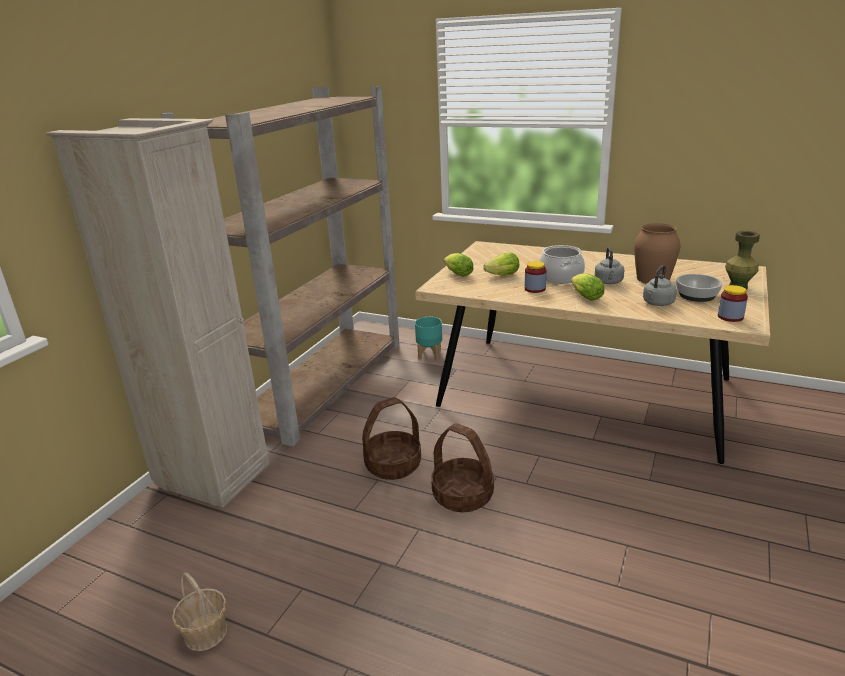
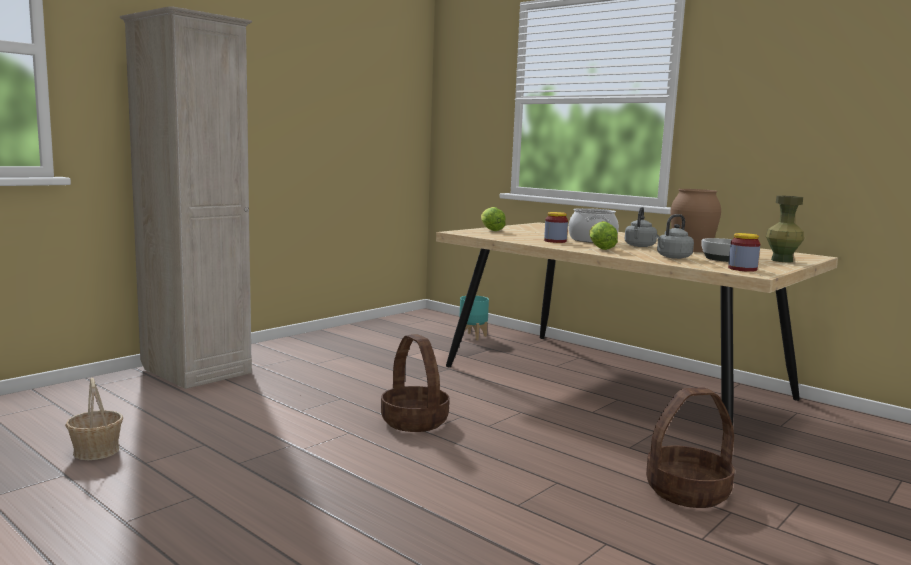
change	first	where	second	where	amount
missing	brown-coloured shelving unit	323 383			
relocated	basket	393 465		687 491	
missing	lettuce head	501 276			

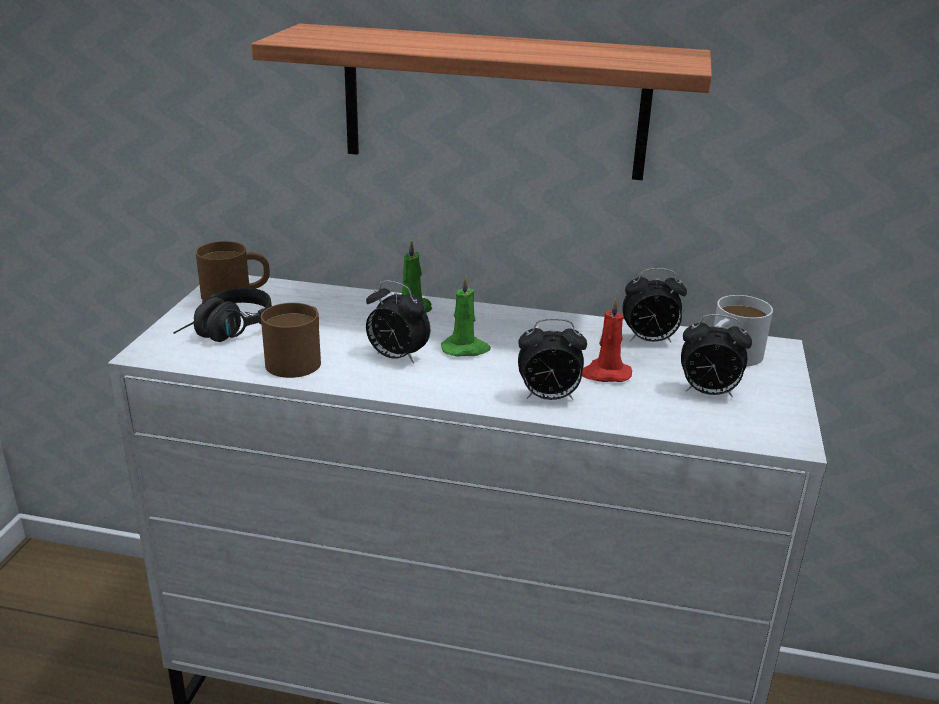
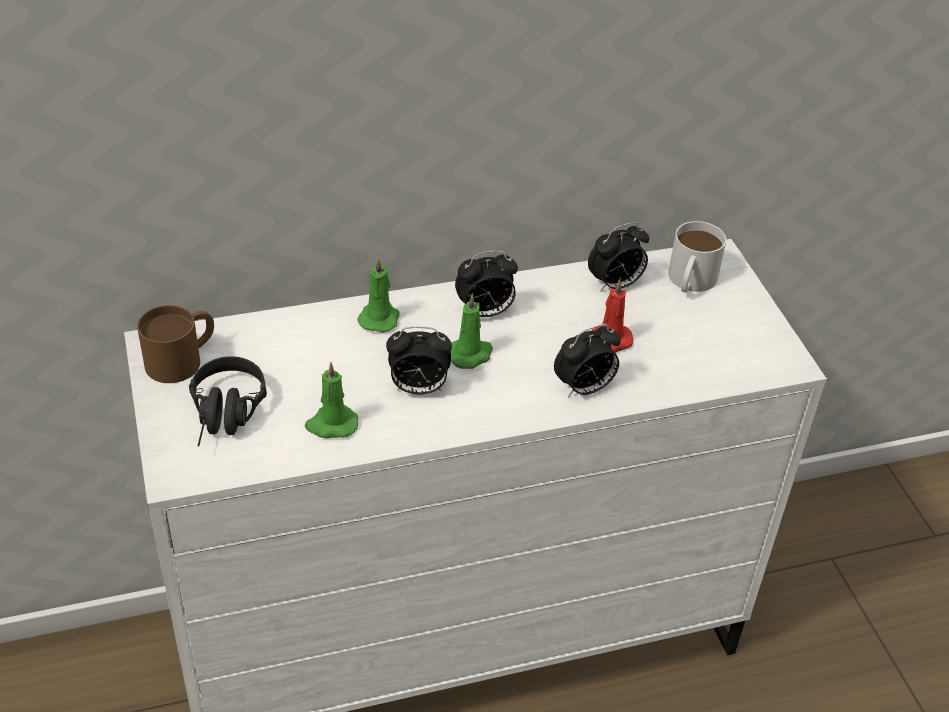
change	first	where	second	where	amount
missing	bracket shelf	494 102			
exchanged	brown-coloured tea mug	299 358	green wax light	331 425	
relocated	alarm clock	707 393		484 312	

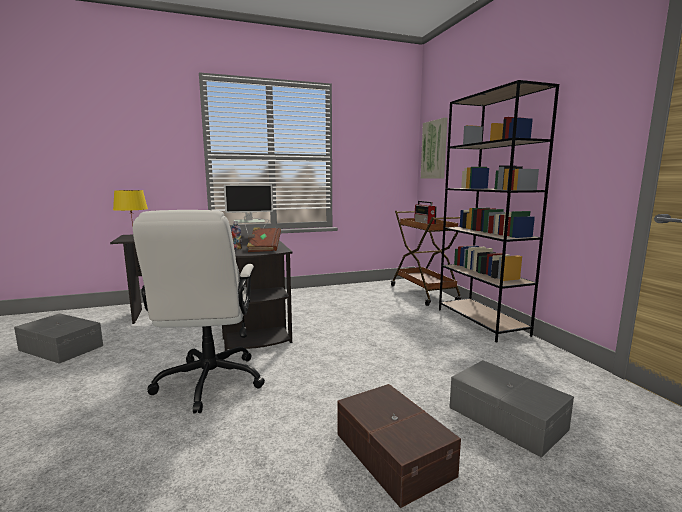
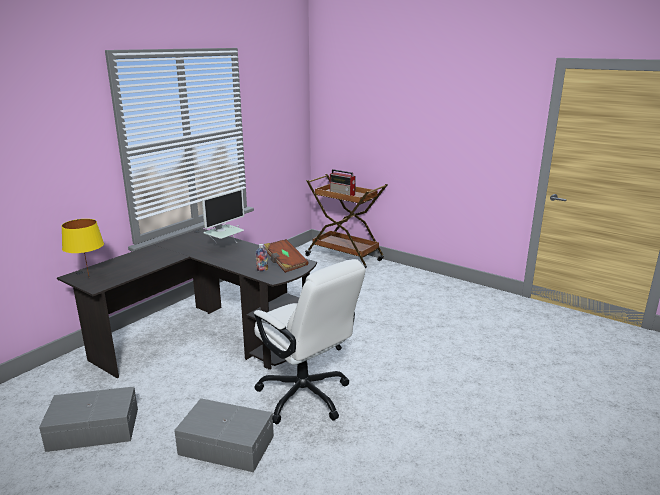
change	first	where	second	where	amount
missing	brown-coloured storage box	394 453			
missing	picture	434 150			
missing	sand-coloured shelving unit	482 322			
relocated	gray storage box	506 417		226 444	

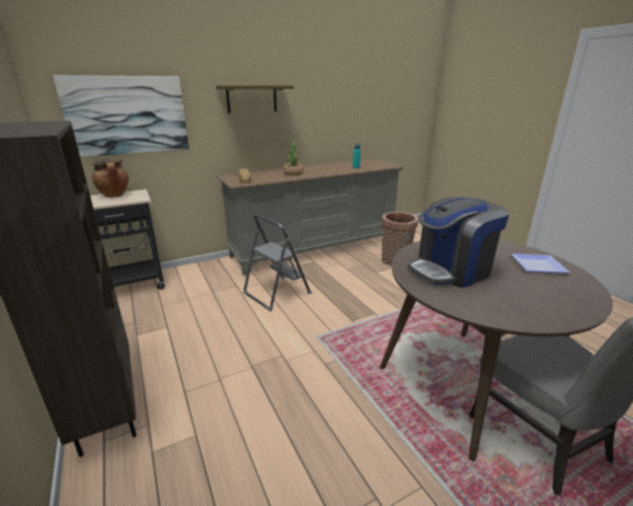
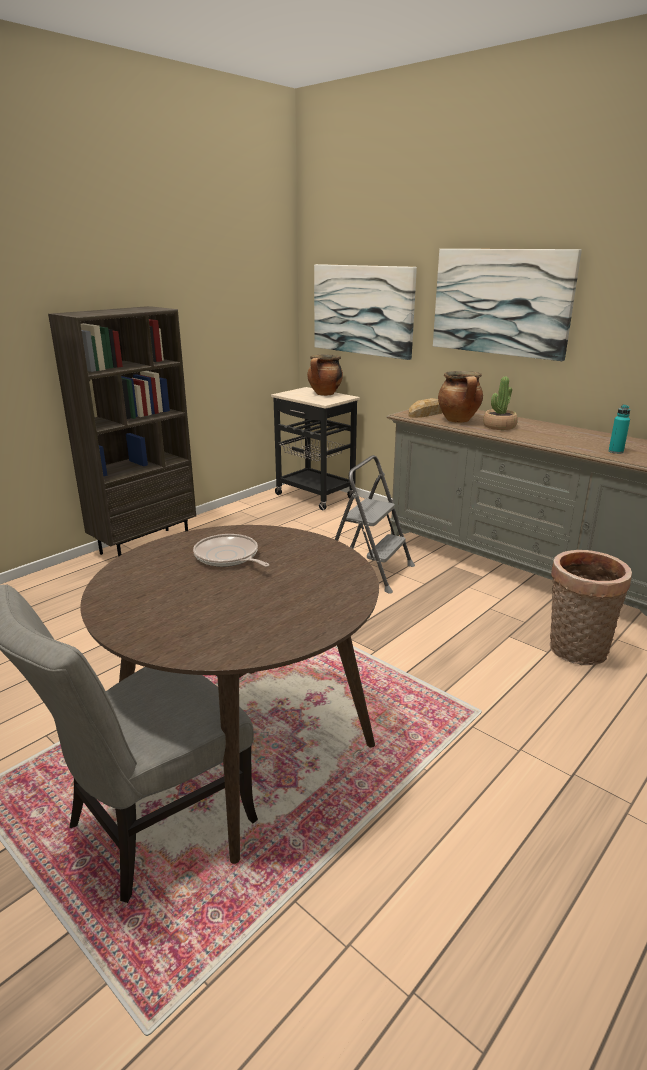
change	first	where	second	where	amount
exchanged	bracket shelf	252 99	picture	501 302	
exchanged	coffee machine	451 270	pan	228 557	
missing	dinner plate	539 265			
appeared			stockpot	459 420	

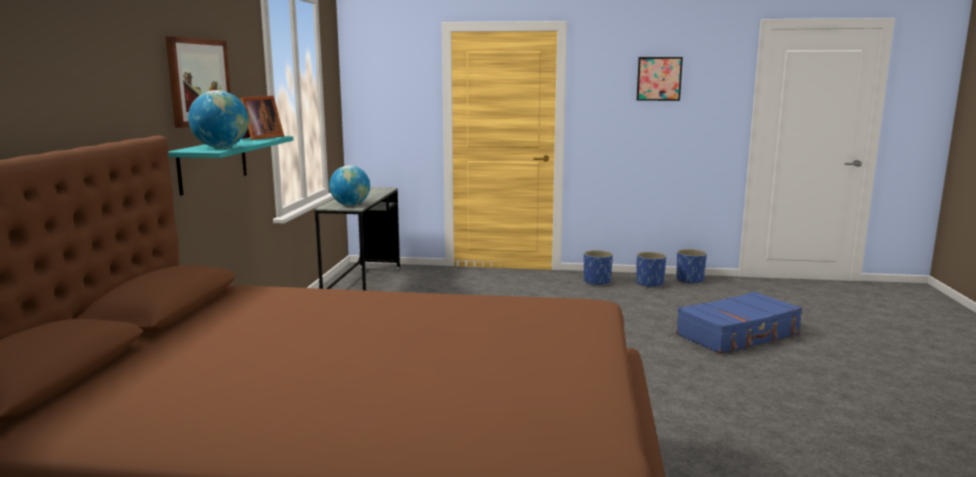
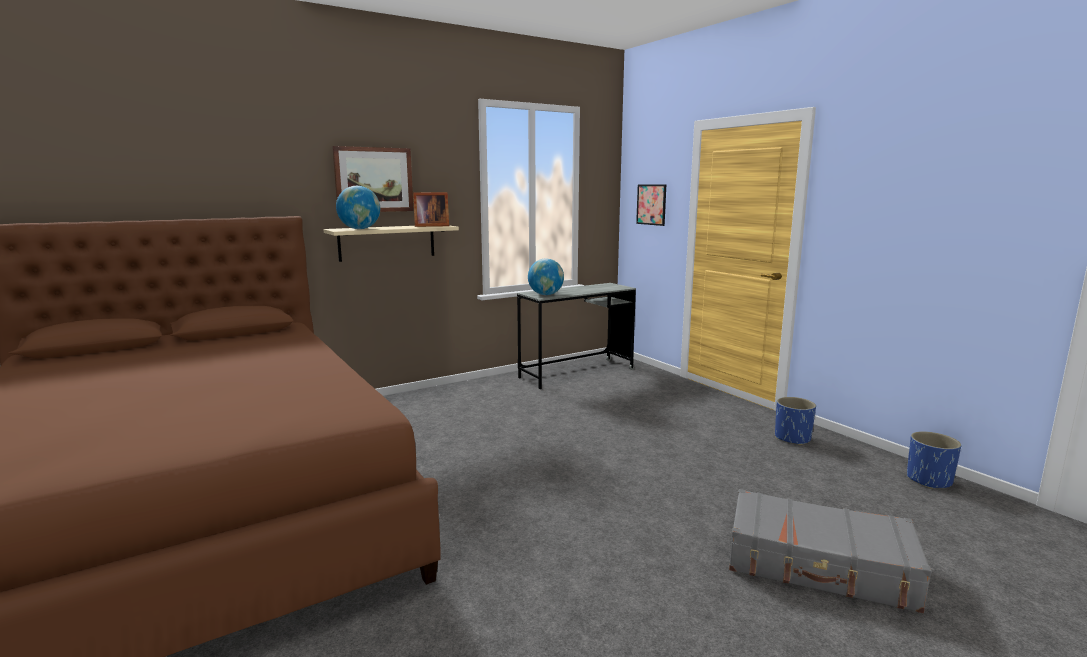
change	first	where	second	where	amount
colour	blue-green bracket shelf	213 163	sand-coloured bracket shelf	387 242	
missing	bluish plant pot	649 284			
relocated	picture	659 78		651 204	
colour	bluish suitcase	738 335	gray suitcase	819 565	

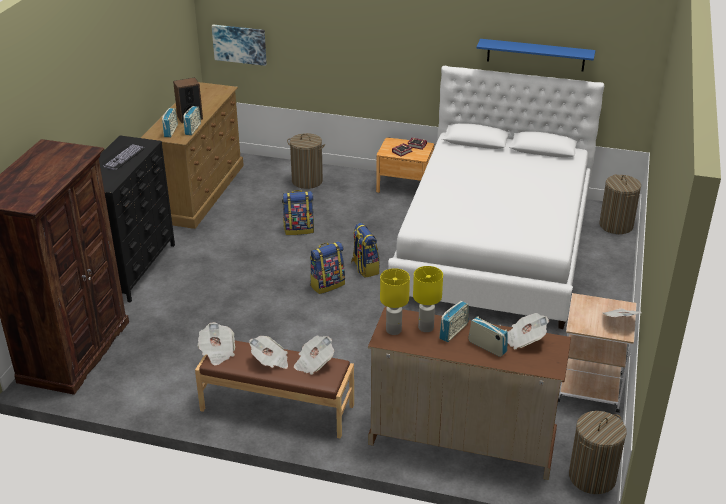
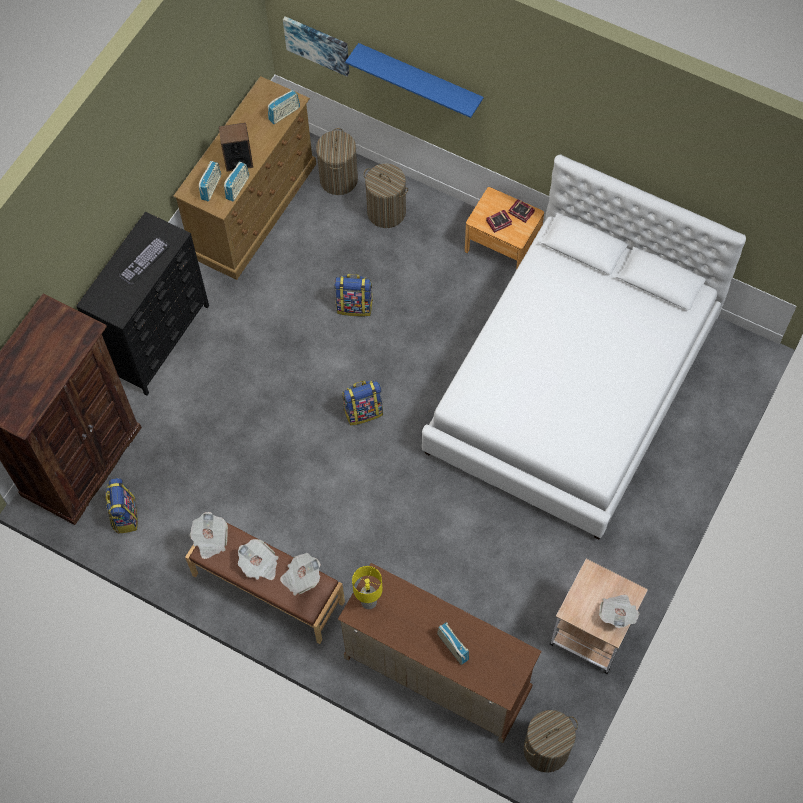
change	first	where	second	where	amount
relocated	knapsack	364 268		124 515	
missing	yellow-coloured lamp for a table	425 328			
relocated	radio	453 331		284 113	
relocated	bluish bracket shelf	535 55		420 78	
missing	printed paper	523 340			
relocated	washing basket	616 225		338 179	

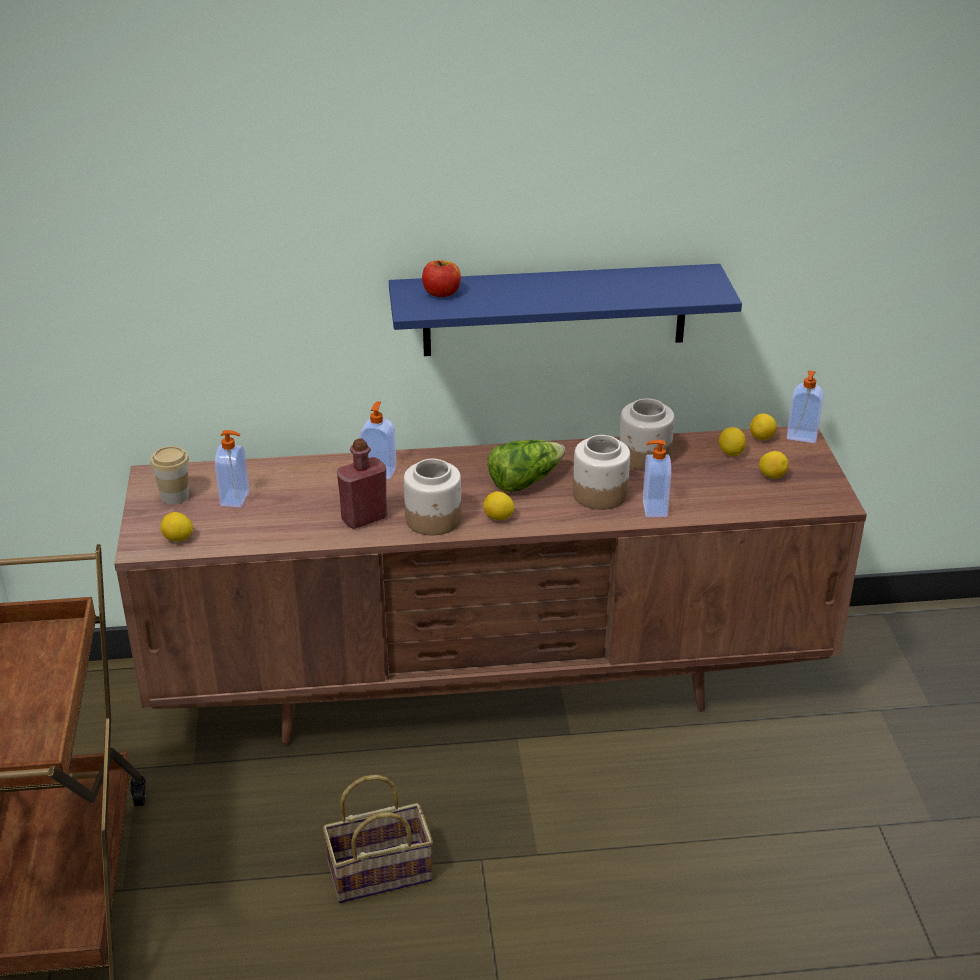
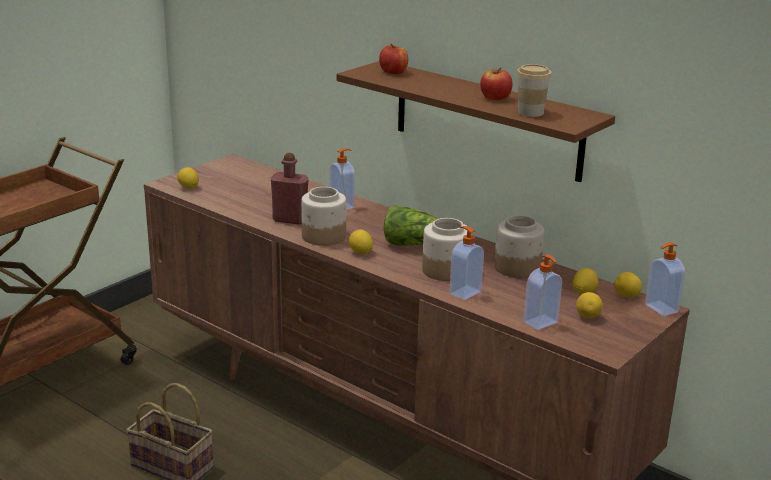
change	first	where	second	where	amount
relocated	drinking cup	175 496		530 112	
relocated	soap dispenser	236 498		541 323	
colour	bluish bracket shelf	555 310	brown-coloured bracket shelf	487 120	
appeared			apple	495 98	

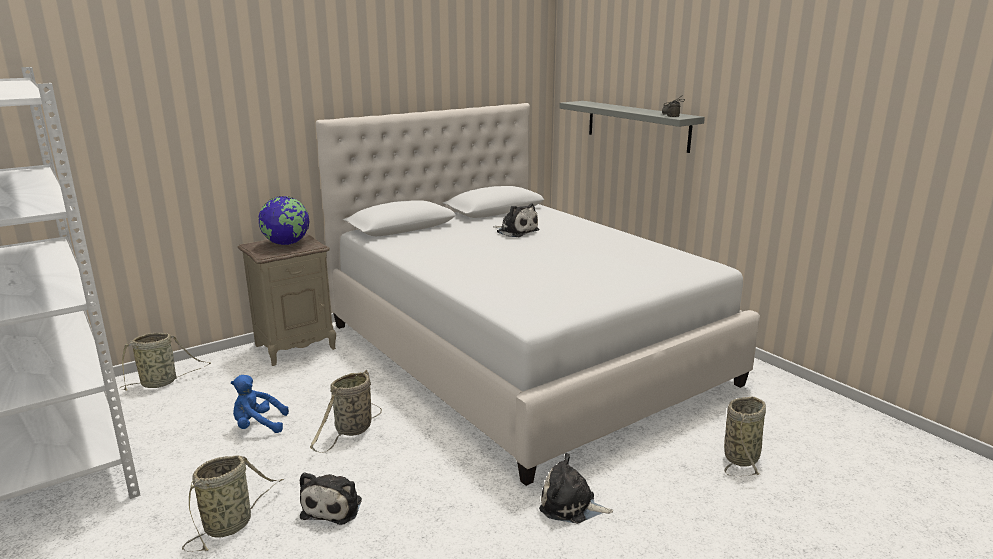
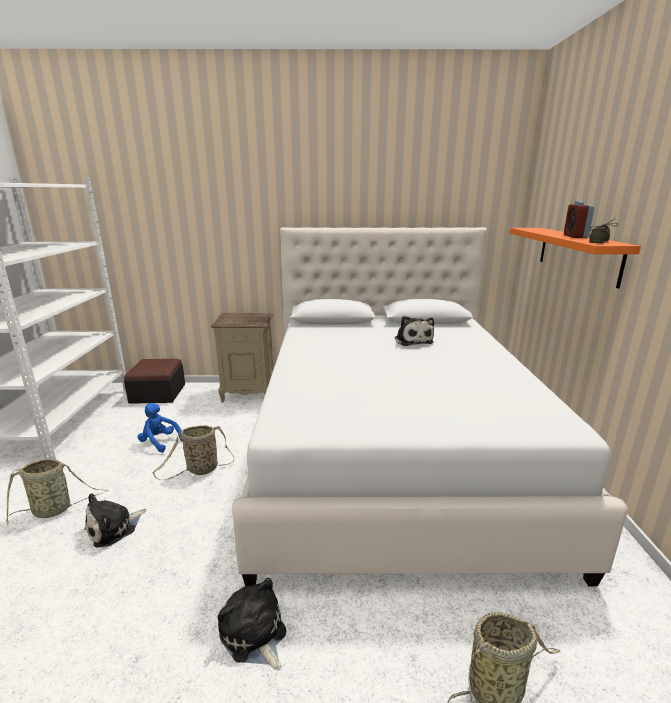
change	first	where	second	where	amount
exchanged	basket	162 382	footrest	158 393	
missing	globe	286 244			
colour	gray bracket shelf	637 125	orange-coloured bracket shelf	577 254	
appeared			alarm clock	575 236	

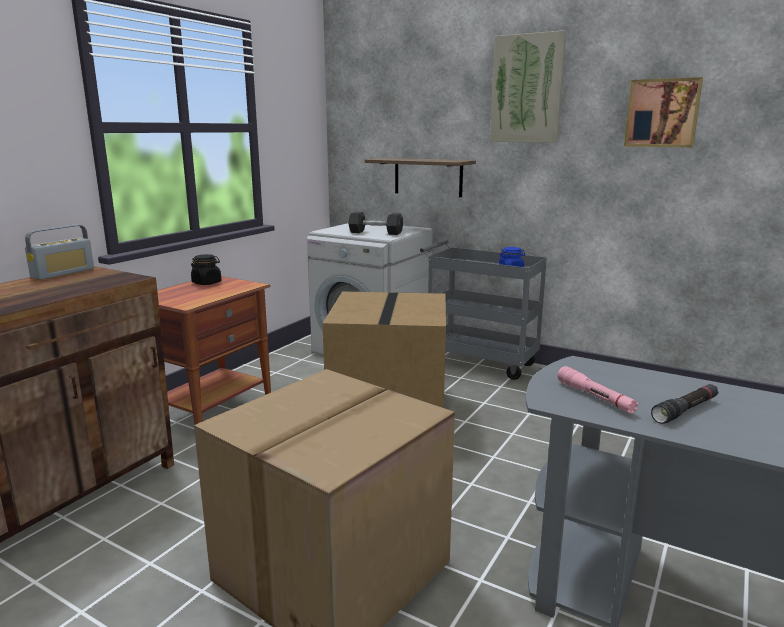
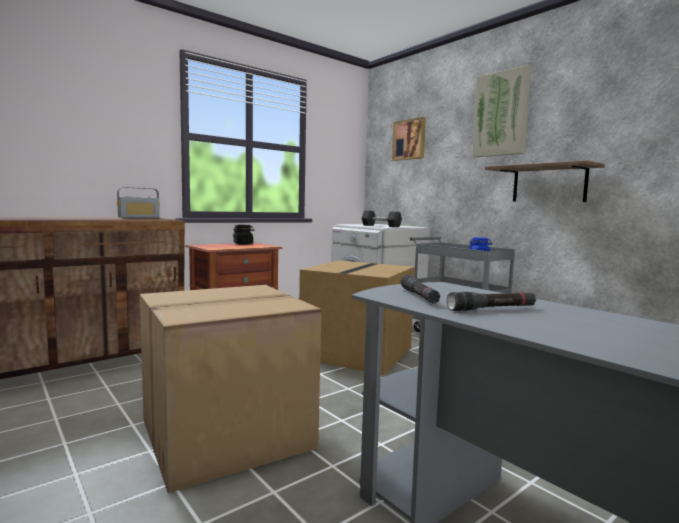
change	first	where	second	where	amount
relocated	bracket shelf	428 177		549 184	
colour	pink-coloured hand torch	595 397	black-coloured hand torch	419 296	
relocated	picture	662 113		409 140	

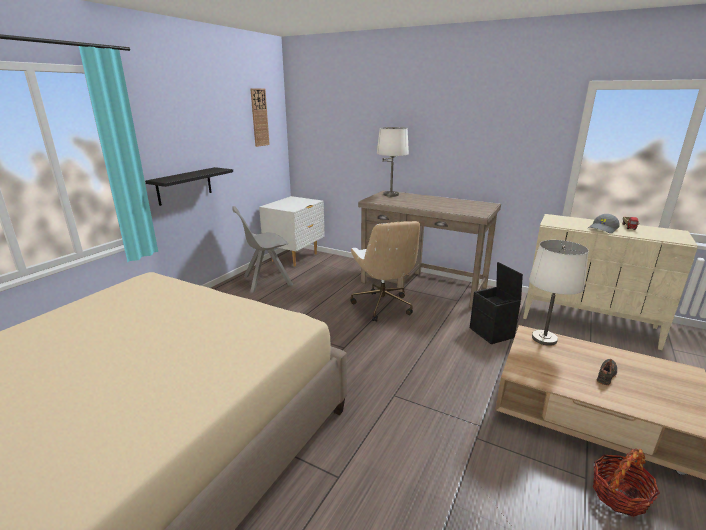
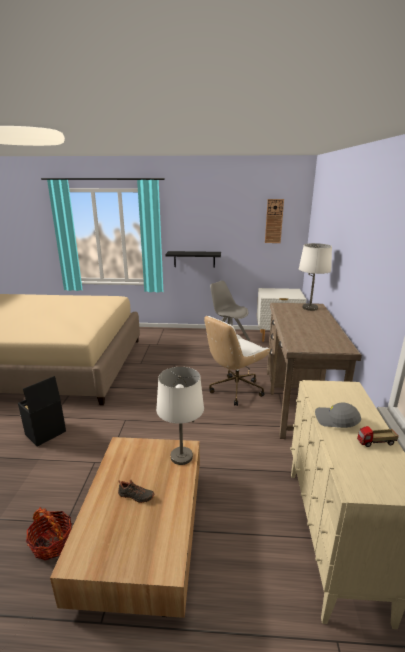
change	first	where	second	where	amount
relocated	black-coloured storage box	492 333		45 433	

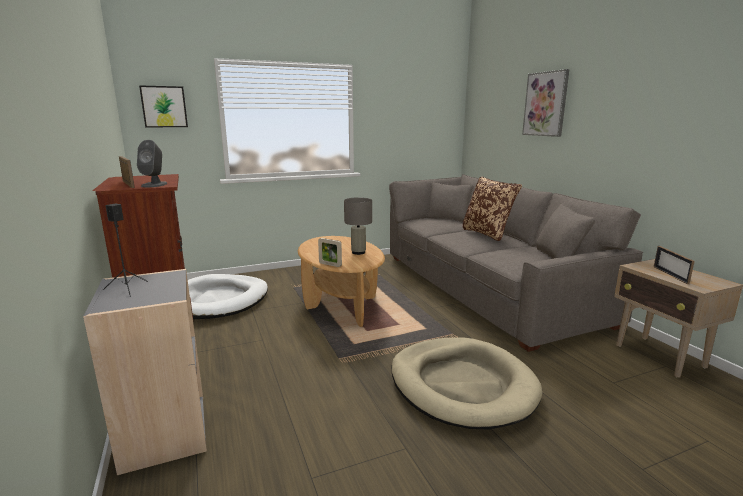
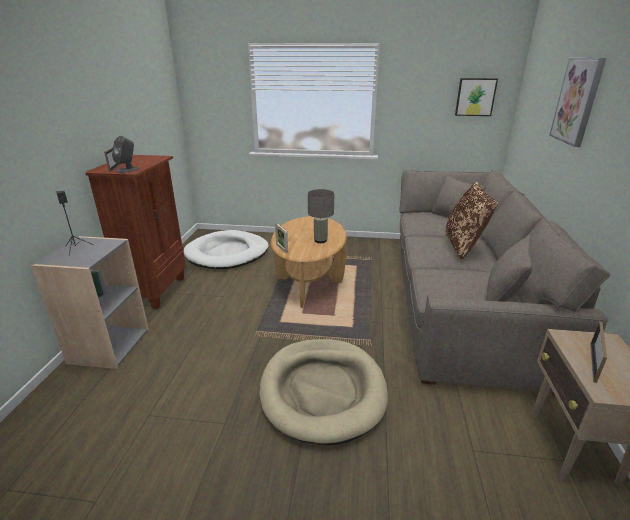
change	first	where	second	where	amount
relocated	picture	164 107		475 97	

